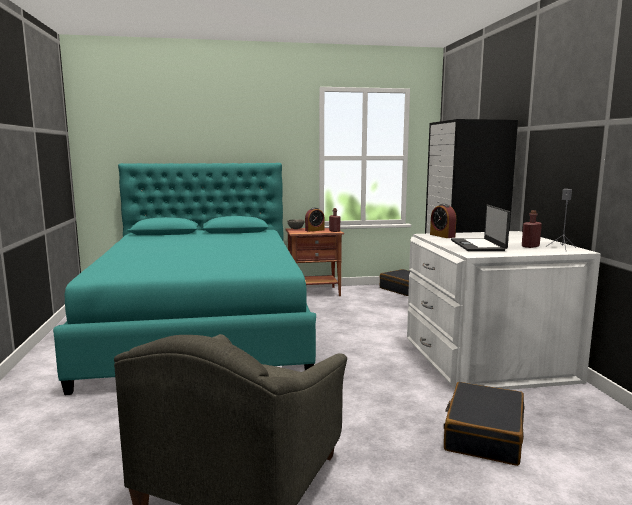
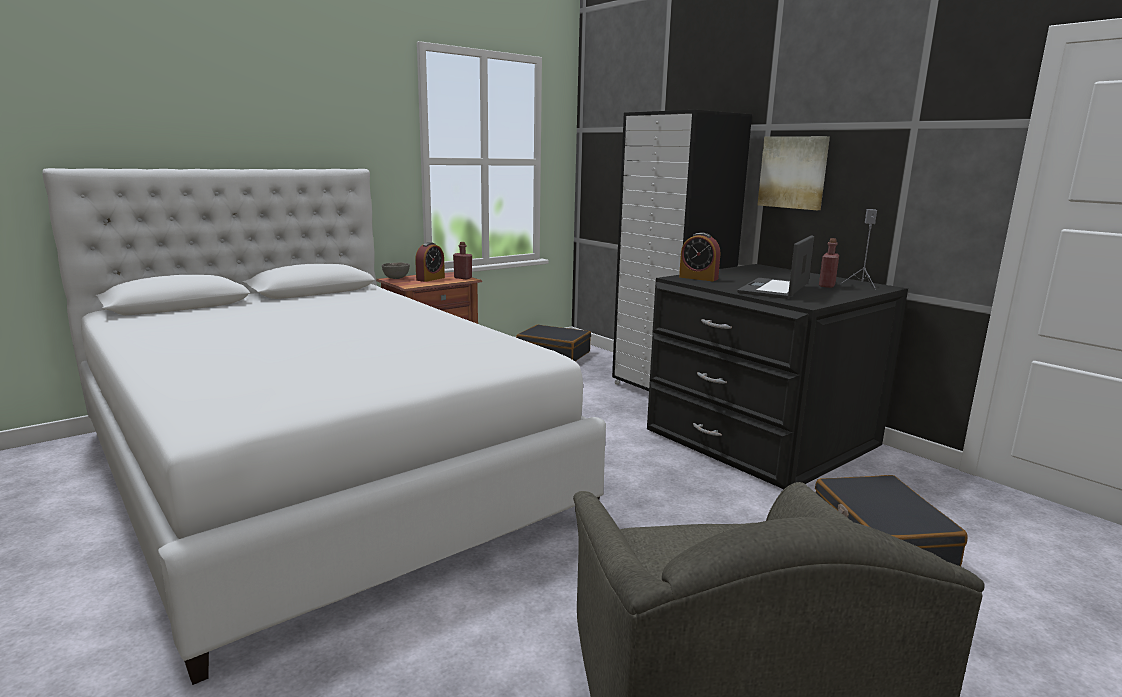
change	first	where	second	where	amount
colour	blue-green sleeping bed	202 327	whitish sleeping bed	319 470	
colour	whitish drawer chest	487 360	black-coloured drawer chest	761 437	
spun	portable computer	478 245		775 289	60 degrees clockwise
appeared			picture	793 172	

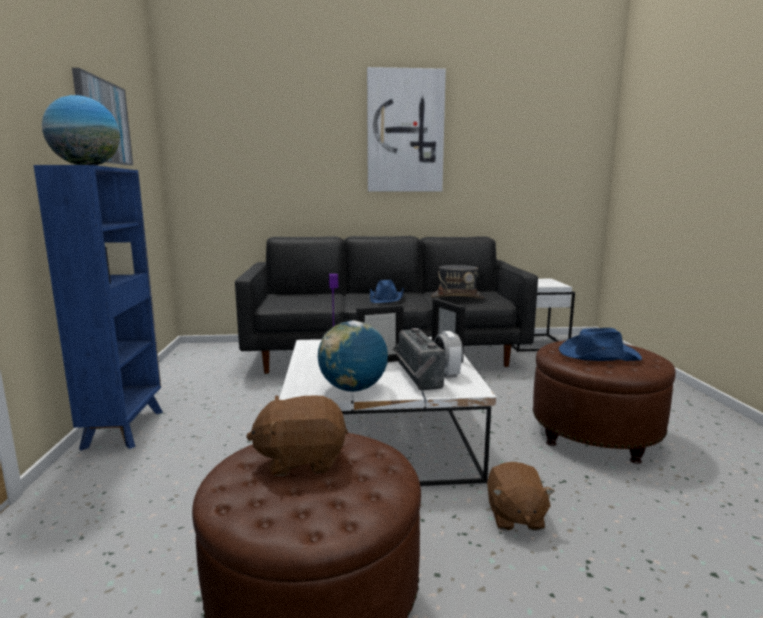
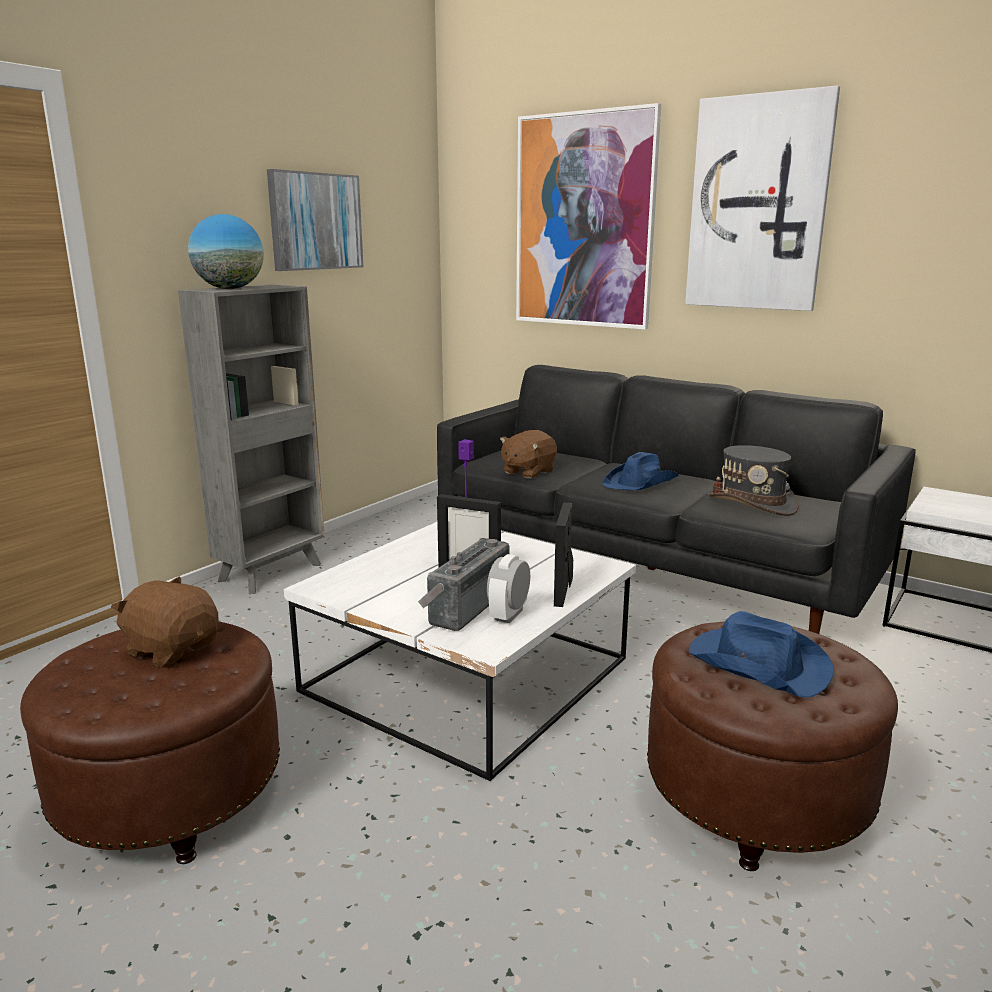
change	first	where	second	where	amount
colour	bluish shelving unit	125 428	gray shelving unit	272 572	
missing	globe	353 389			
relocated	brown-coloured soft toy	514 516		527 472	
appeared			picture	584 221	

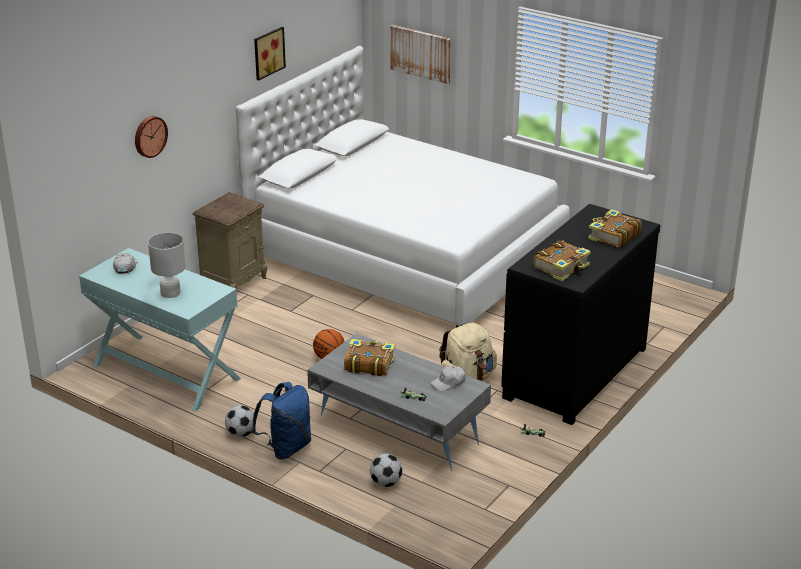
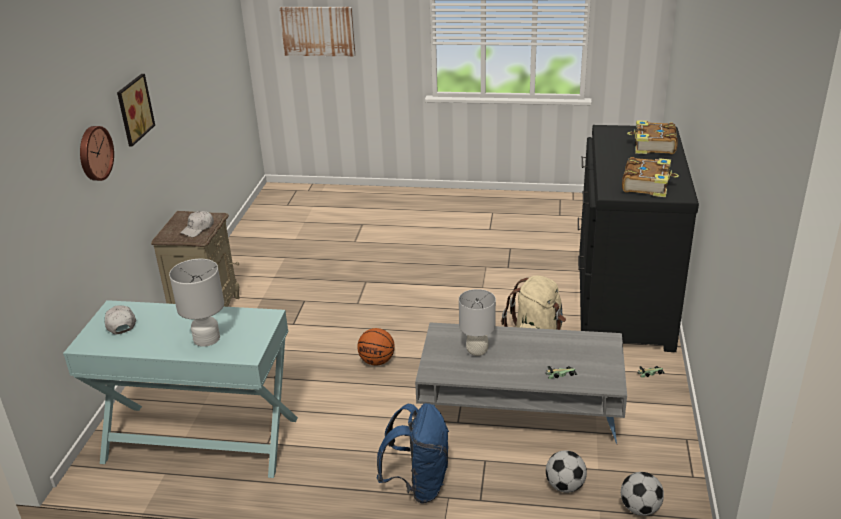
change	first	where	second	where	amount
relocated	football	241 433		639 509	
missing	whitish sleeping bed	405 256			
relocated	picture	267 52		133 109	
exchanged	book	368 364	gray lamp for a table	476 352	
relocated	whitish baseball cap	448 382		198 229	

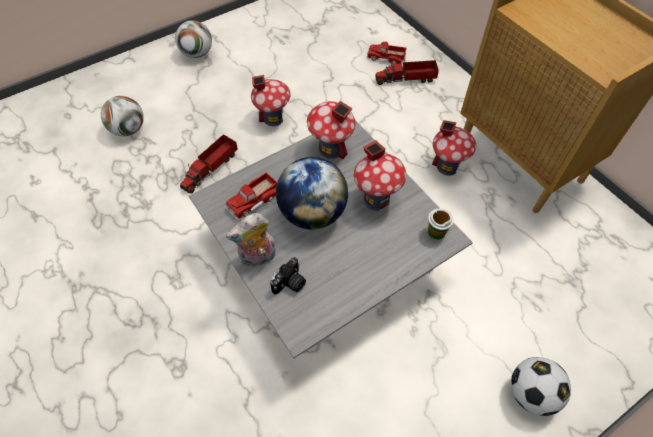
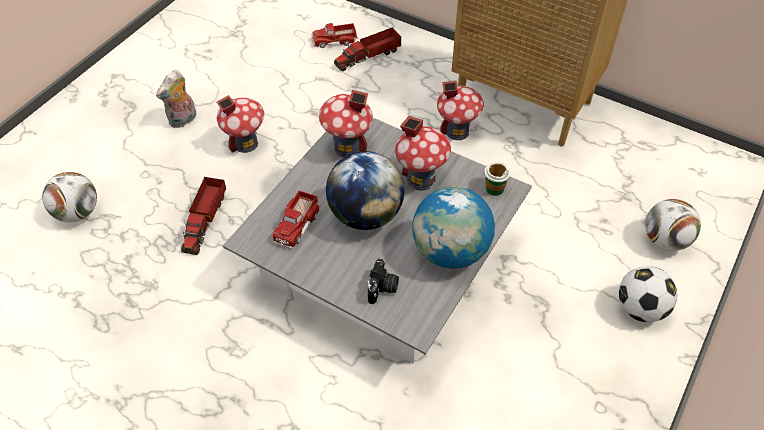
change	first	where	second	where	amount
relocated	football	197 54		665 240	
relocated	soft toy	258 258		183 120	
appeared			globe	450 251	

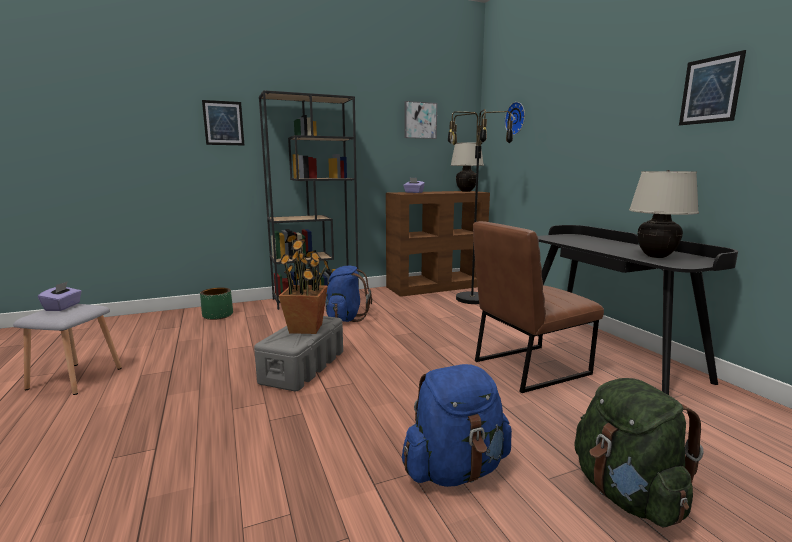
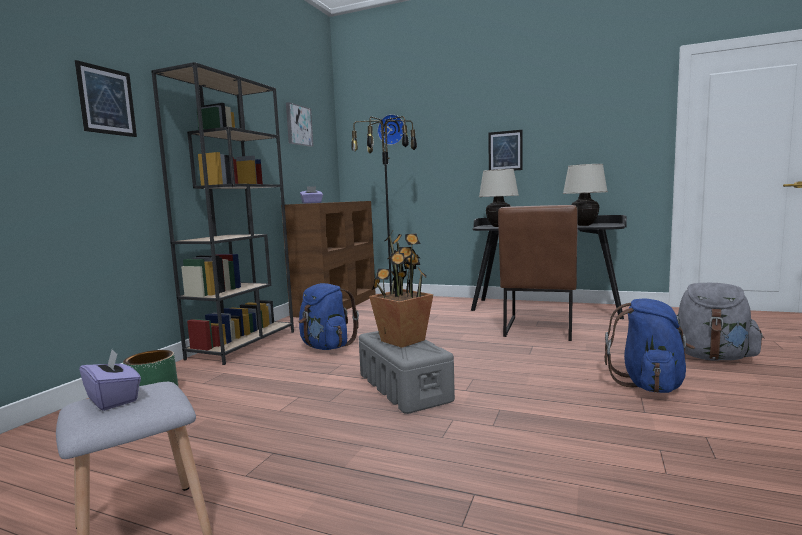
change	first	where	second	where	amount
relocated	sand-coloured lamp for a table	466 191		498 226	
colour	green knapsack	626 494	gray knapsack	711 357	
relocated	picture	710 90		505 151	

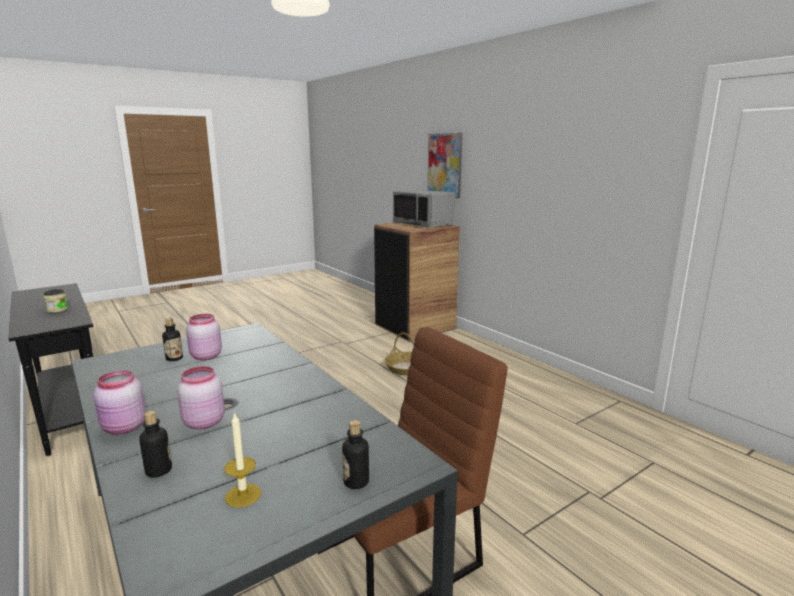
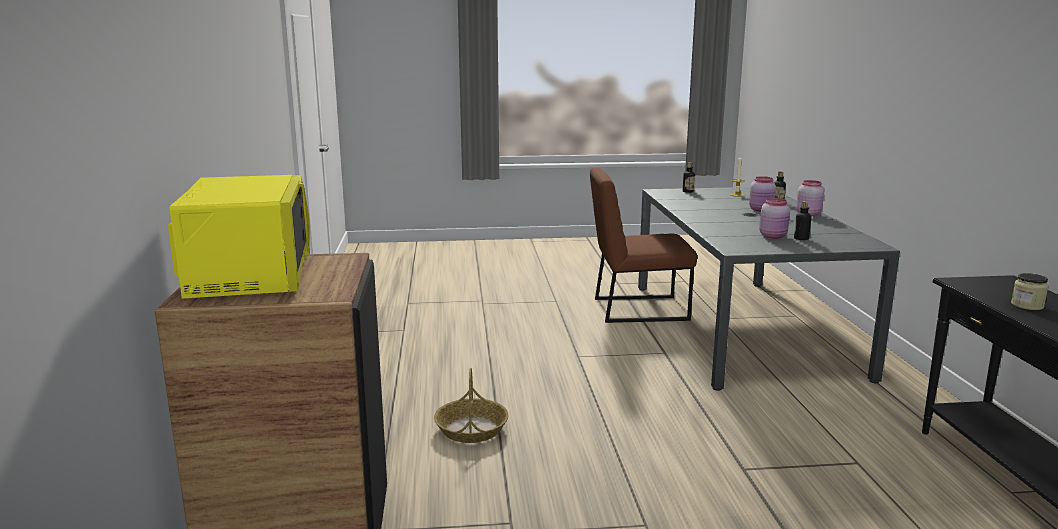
change	first	where	second	where	amount
colour	gray microwave oven	424 224	yellow-coloured microwave oven	248 277	
missing	picture	445 165			

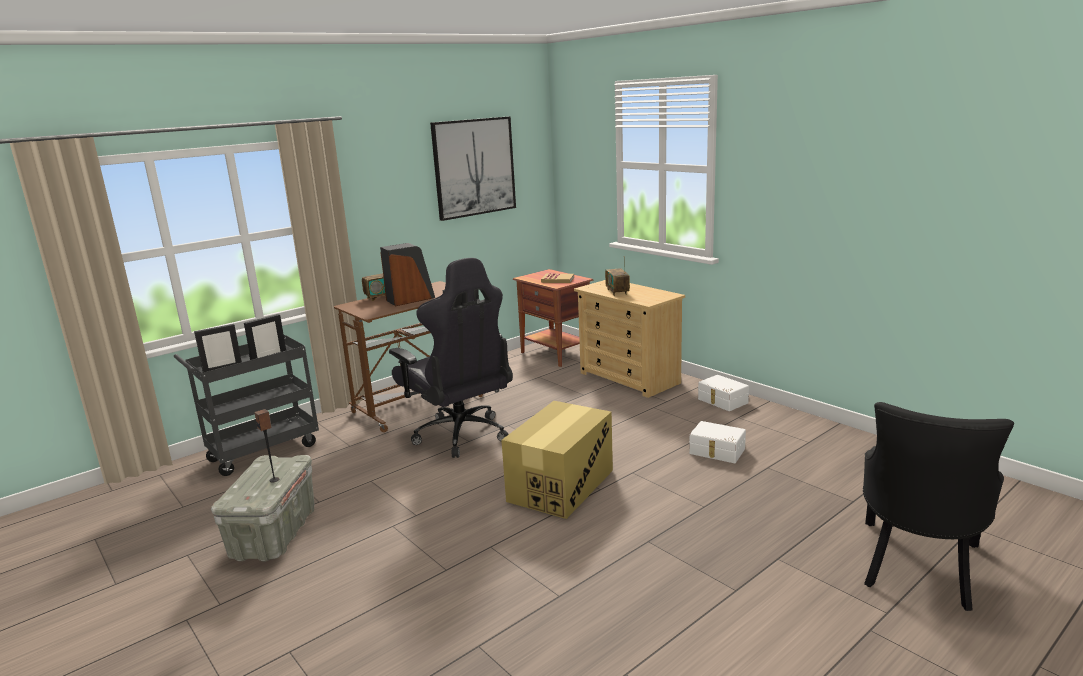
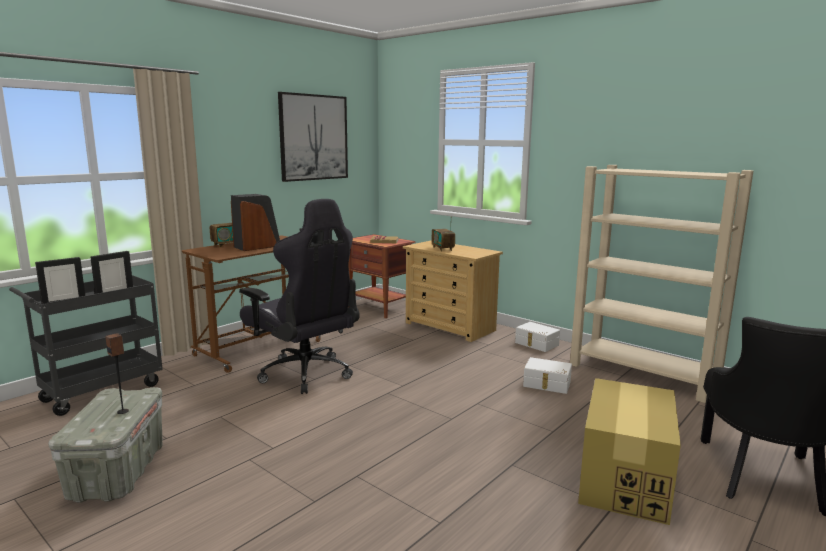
change	first	where	second	where	amount
relocated	carton	561 485		624 478	
appeared			sand-coloured shelving unit	643 373	

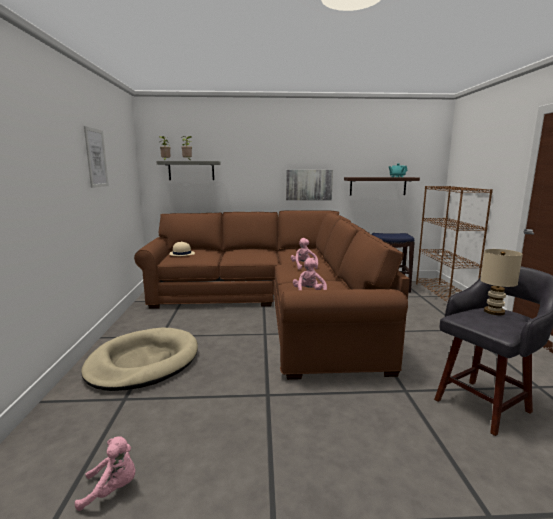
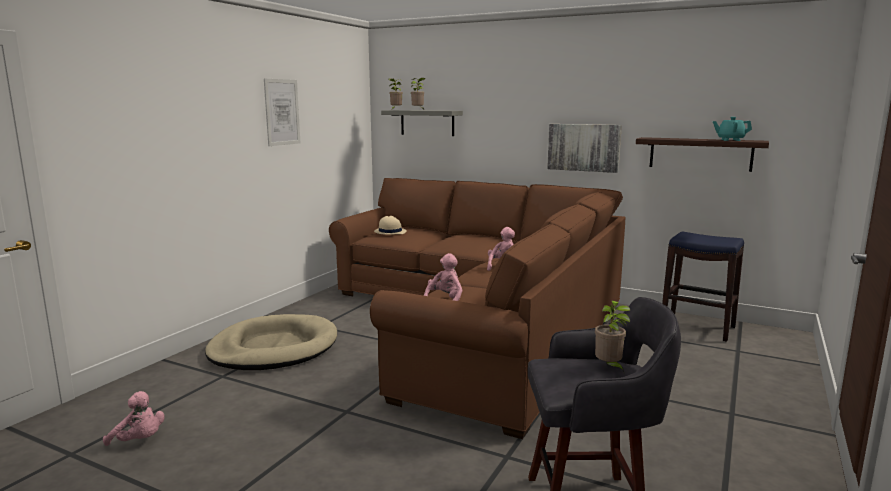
change	first	where	second	where	amount
missing	brown-coloured shelving unit	444 294			
exchanged	sand-coloured lamp for a table	494 312	potted plant	609 367	

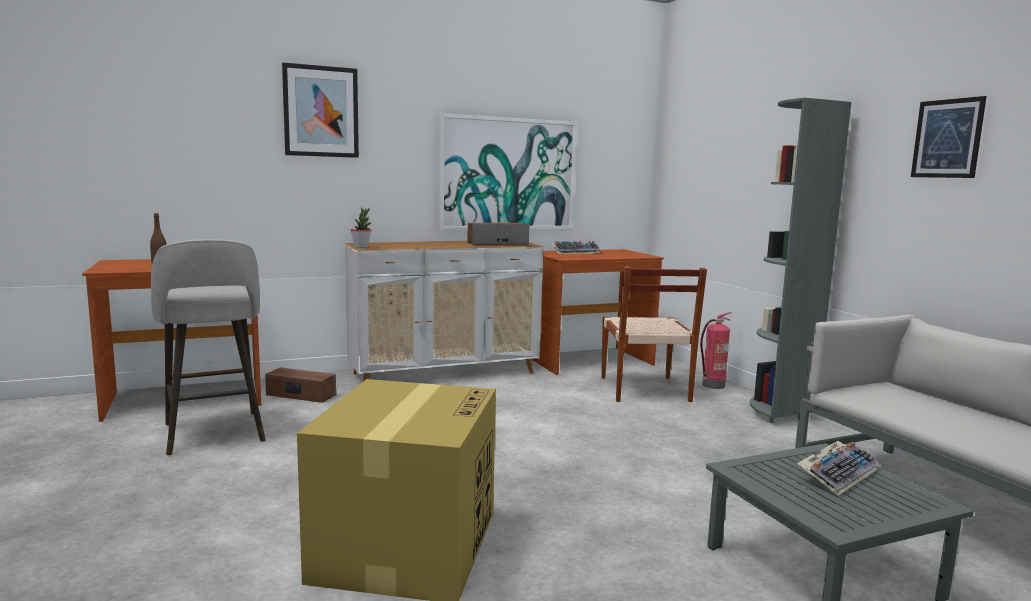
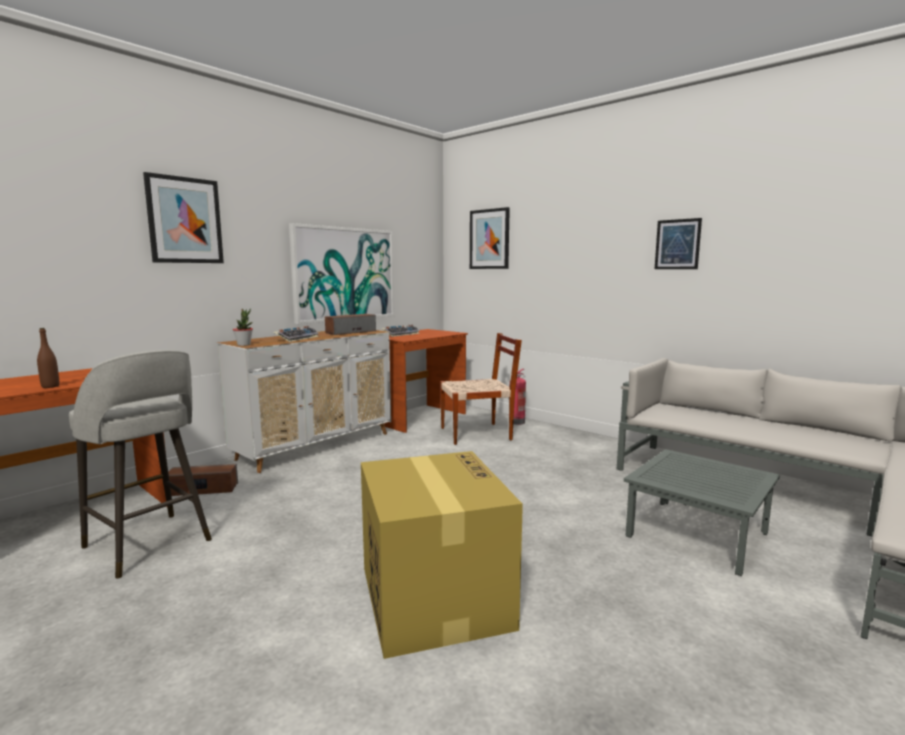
change	first	where	second	where	amount
spun	chair	644 391		478 434	75 degrees counterclockwise
missing	gray shelving unit	775 414			
relocated	PC keyboard	837 474		297 338	
appeared			picture	489 239	

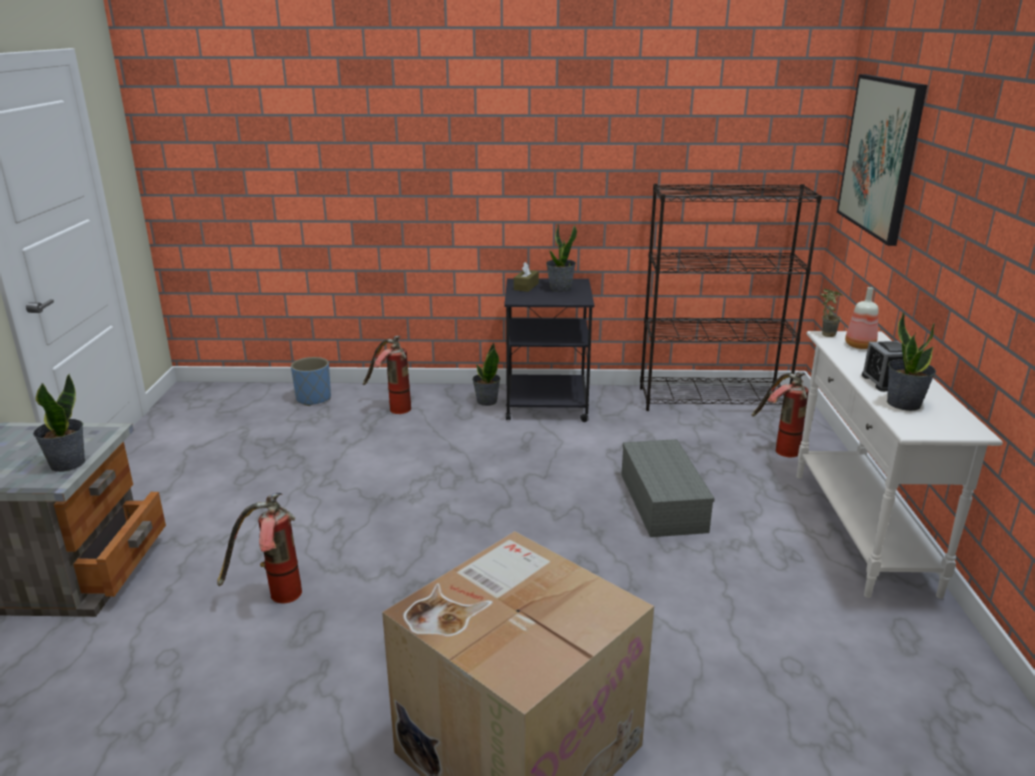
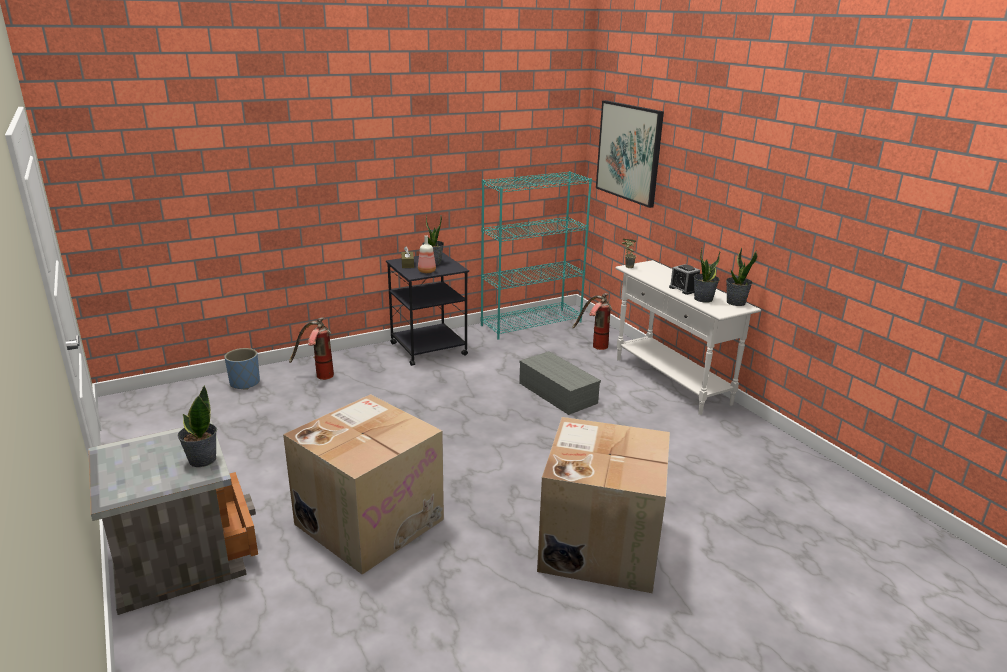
change	first	where	second	where	amount
exchanged	fire extinguisher	273 598	carton	369 520	
relocated	potted plant	486 401		735 302	
colour	black-coloured shelving unit	712 399	blue-green shelving unit	531 323	
relocated	drink bottle	859 345		426 271	

